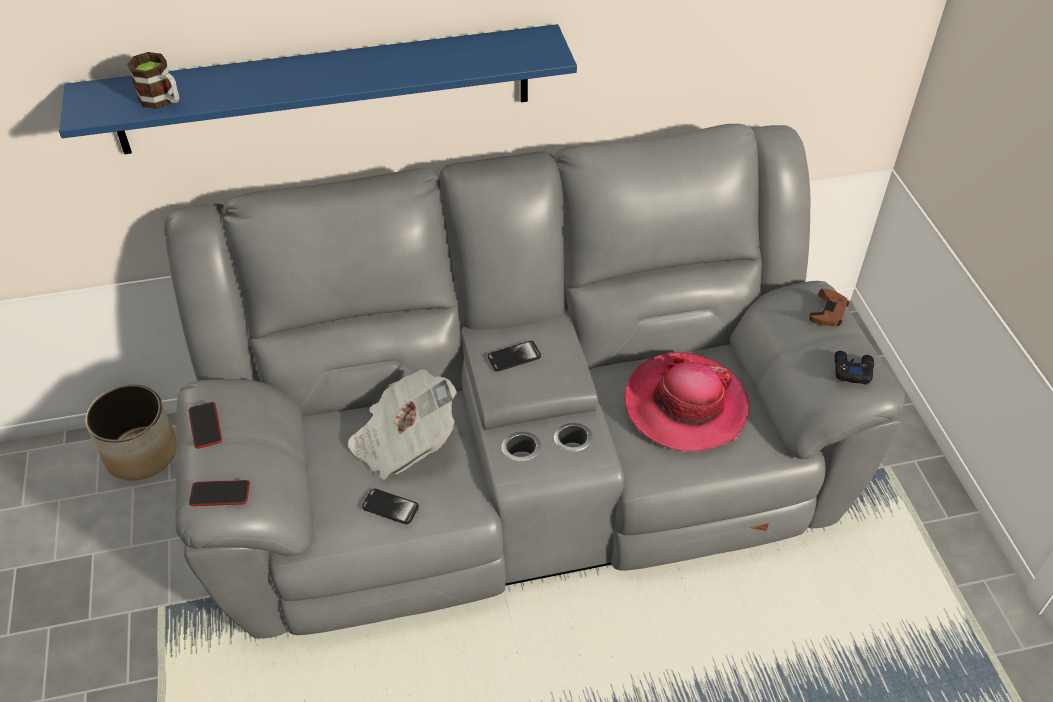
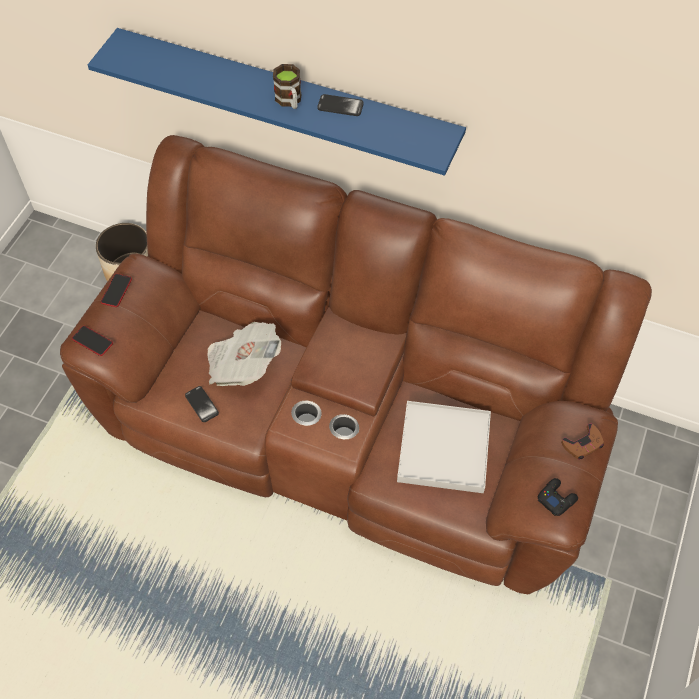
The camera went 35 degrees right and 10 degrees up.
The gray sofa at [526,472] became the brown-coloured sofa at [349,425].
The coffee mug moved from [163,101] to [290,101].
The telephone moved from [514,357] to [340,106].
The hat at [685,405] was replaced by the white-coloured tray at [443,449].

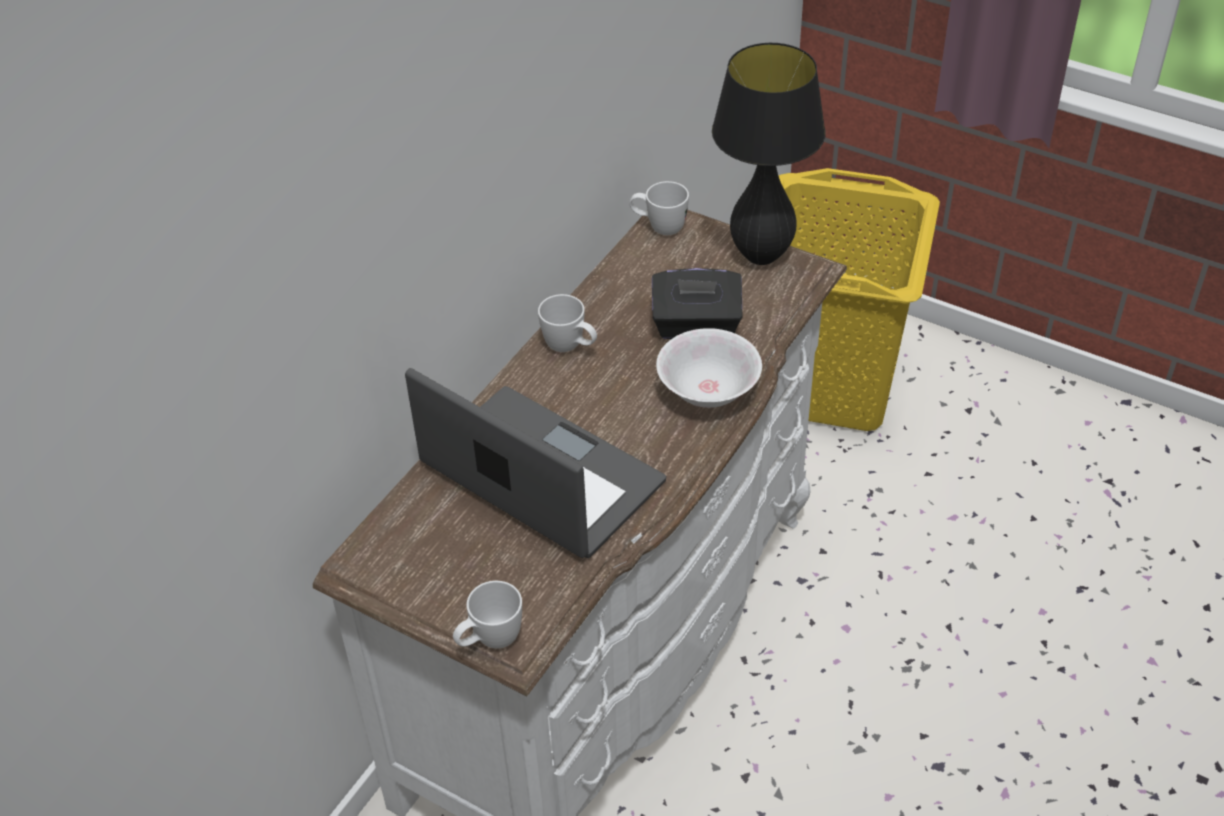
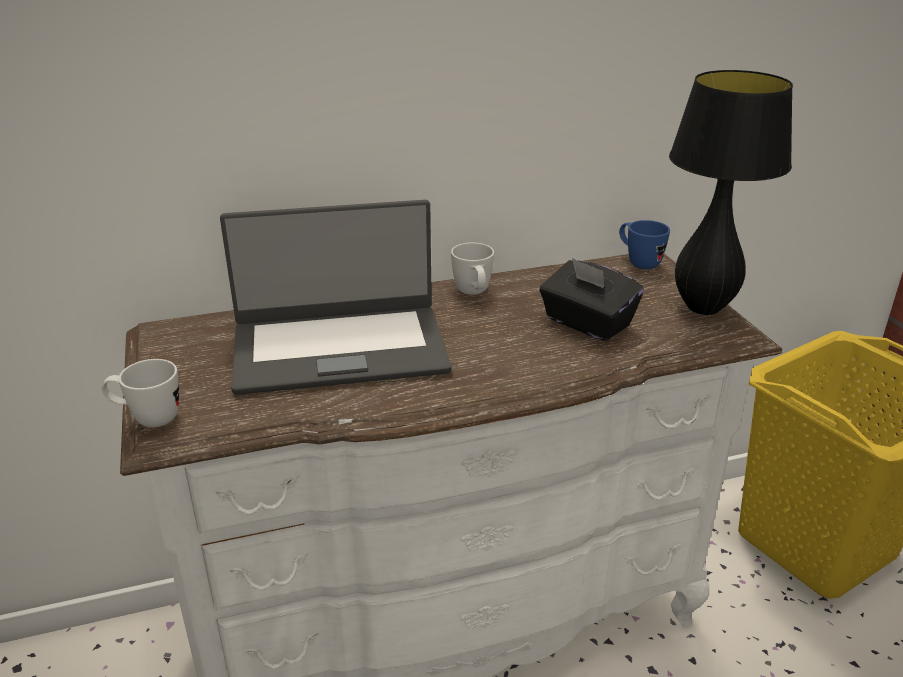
The camera went 40 degrees right and 15 degrees down.
The notebook computer at [540,476] turned 90 degrees clockwise.
The white-coloured coffee mug at [659,227] became the bluish coffee mug at [638,262].
The white-coloured serving bowl at [708,392] disappeared.

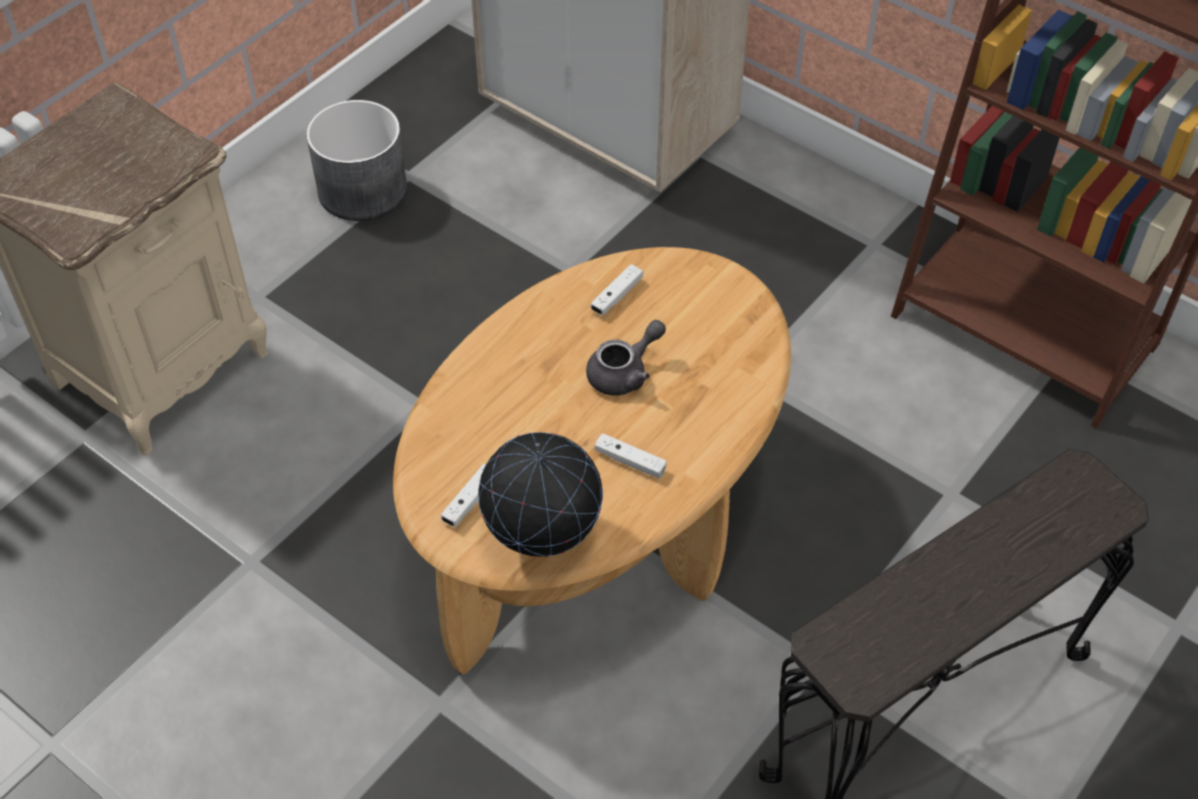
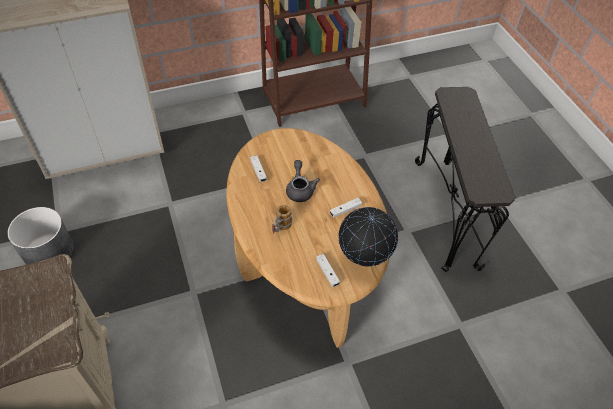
The camera went 60 degrees left and 0 degrees up.
The coffee mug at [280,229] appeared.

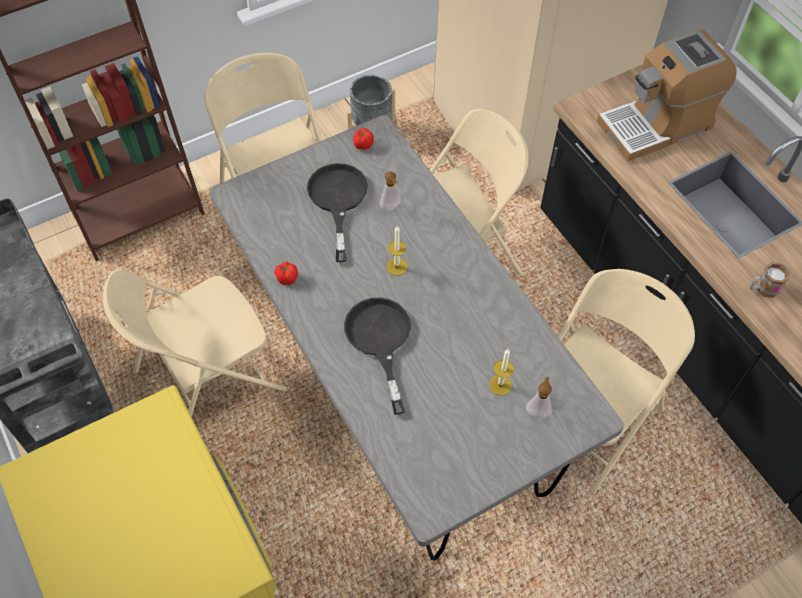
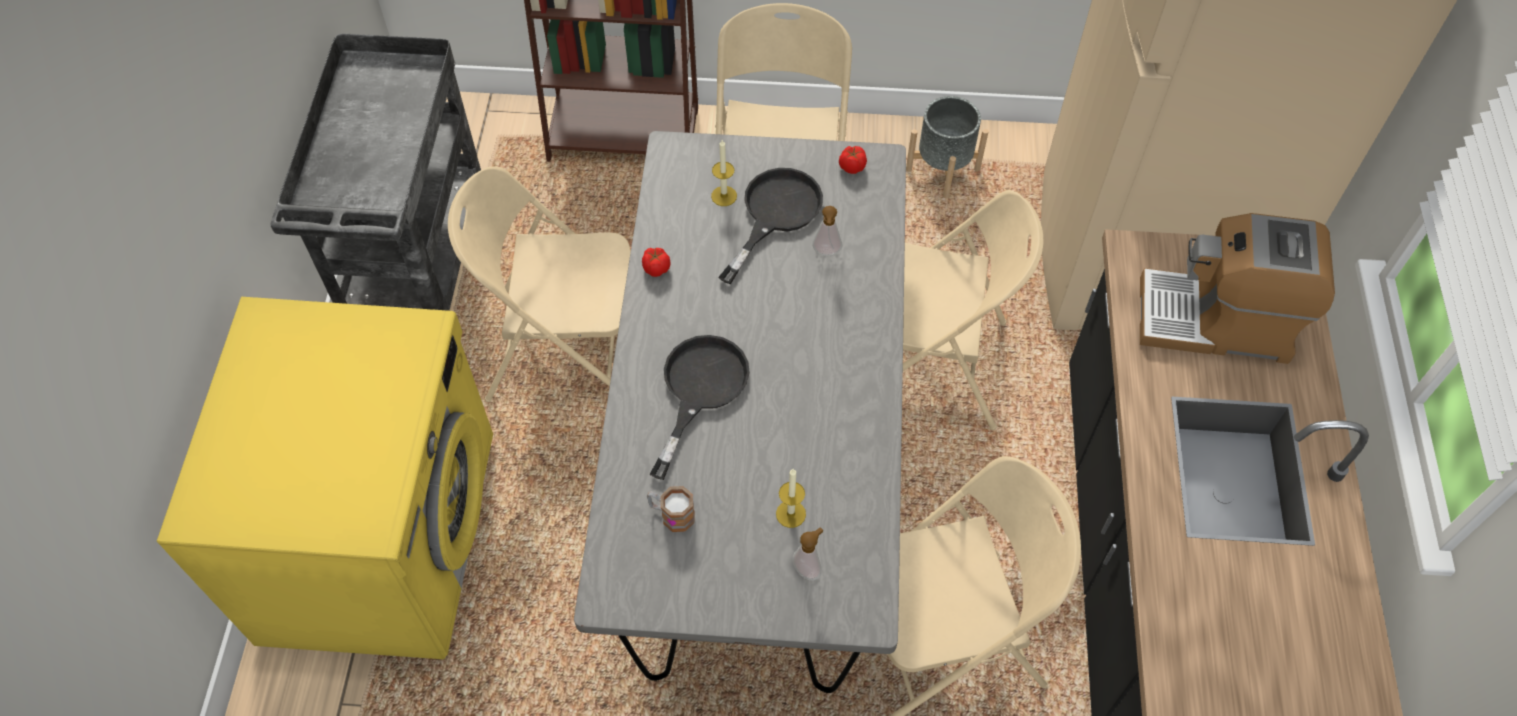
The camera went 35 degrees right and 0 degrees up.
The coffee mug moved from [762,288] to [671,515].
The wax candle moved from [396,266] to [724,196].

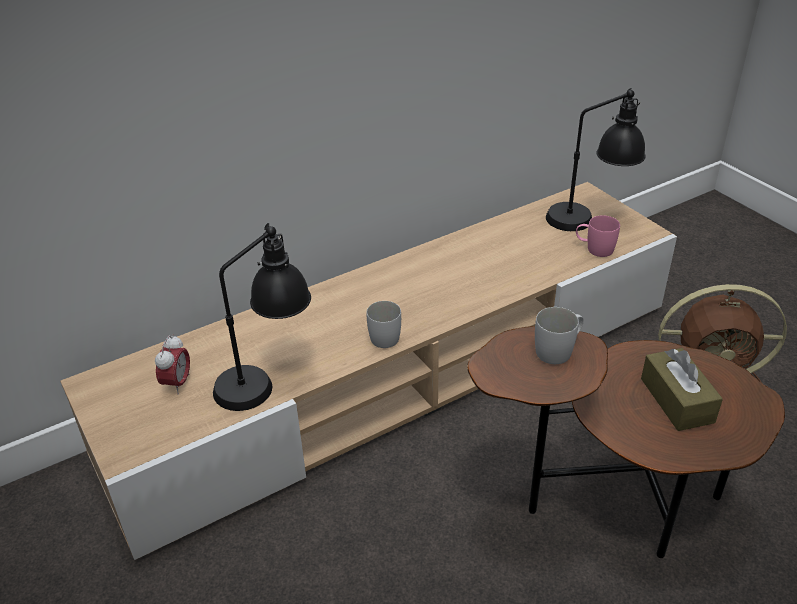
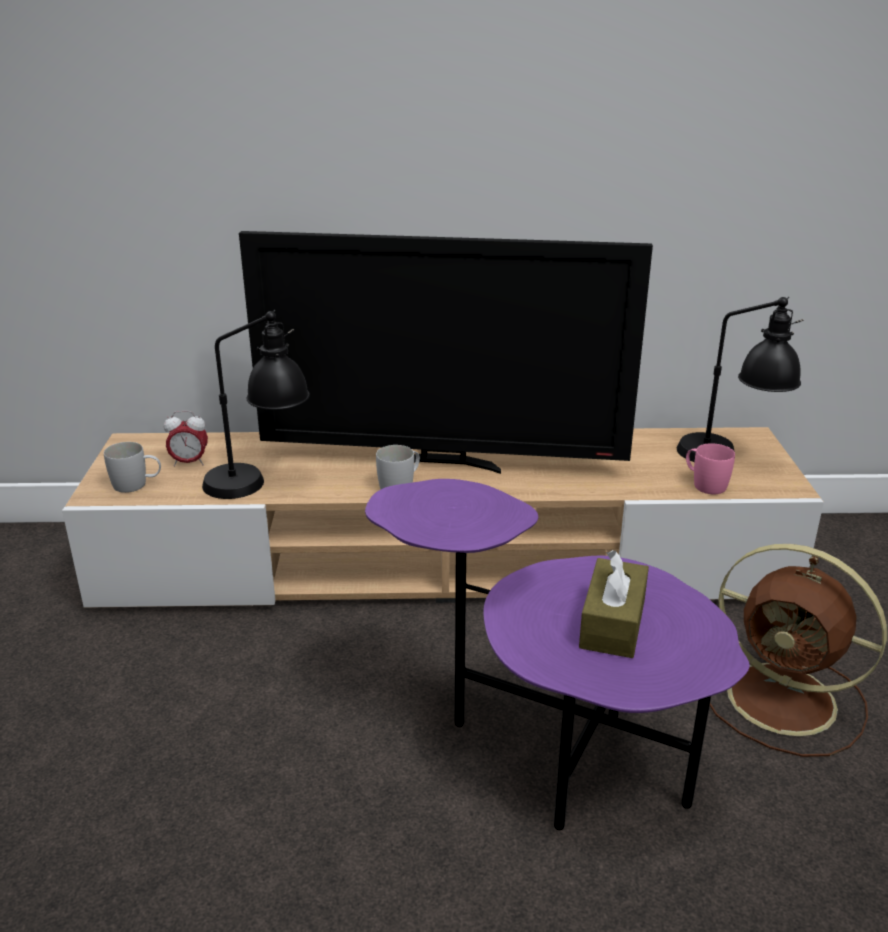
The camera went 30 degrees right and 10 degrees down.
The white-coloured coffee mug moved from [559,350] to [137,485].
The bedside clock at [177,383] turned 45 degrees clockwise.
The TV set at [442,463] appeared.
The brown-coloured side table at [614,506] became the purple-coloured side table at [552,759].

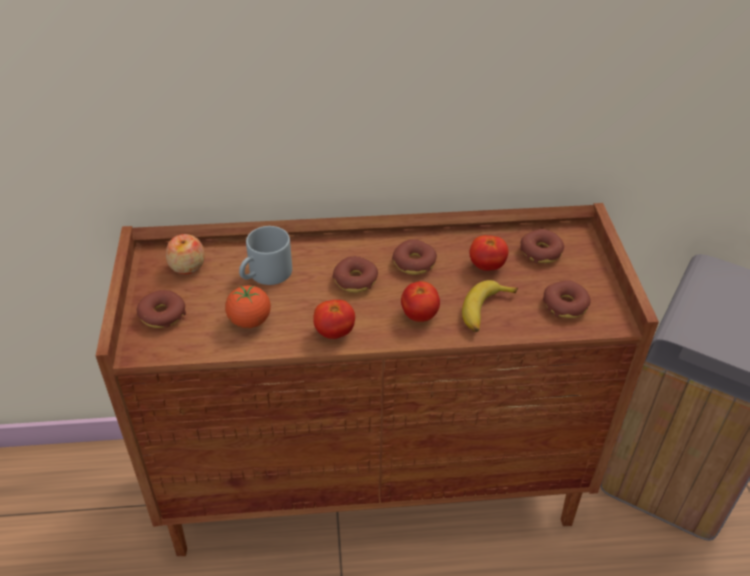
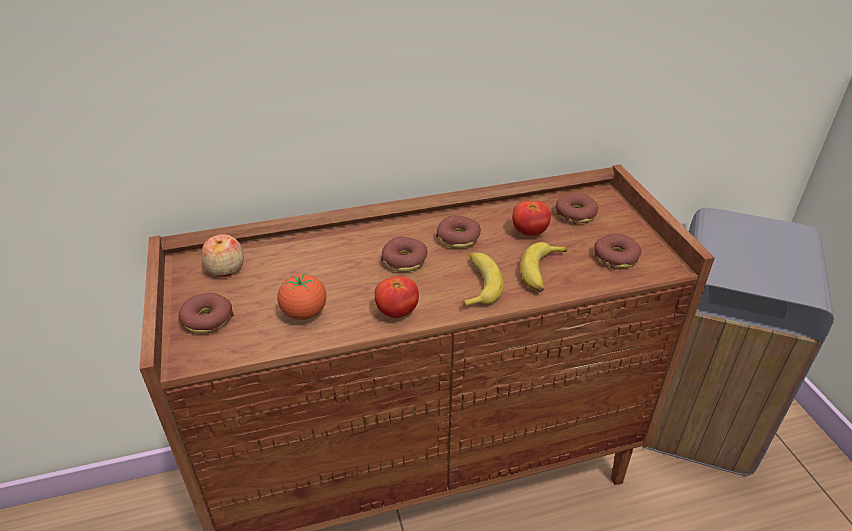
The camera went 10 degrees left and 5 degrees down.
The whole tomato at [419,315] was replaced by the banana at [478,284].
The gray coffee mug at [265,275] disappeared.

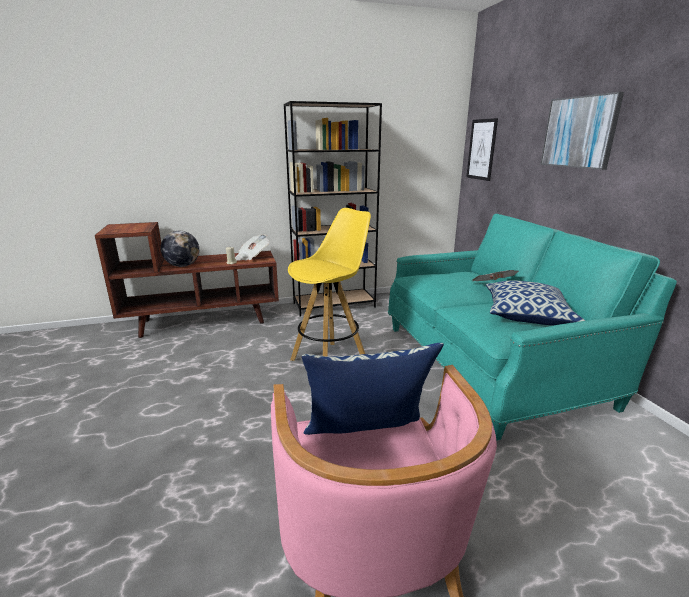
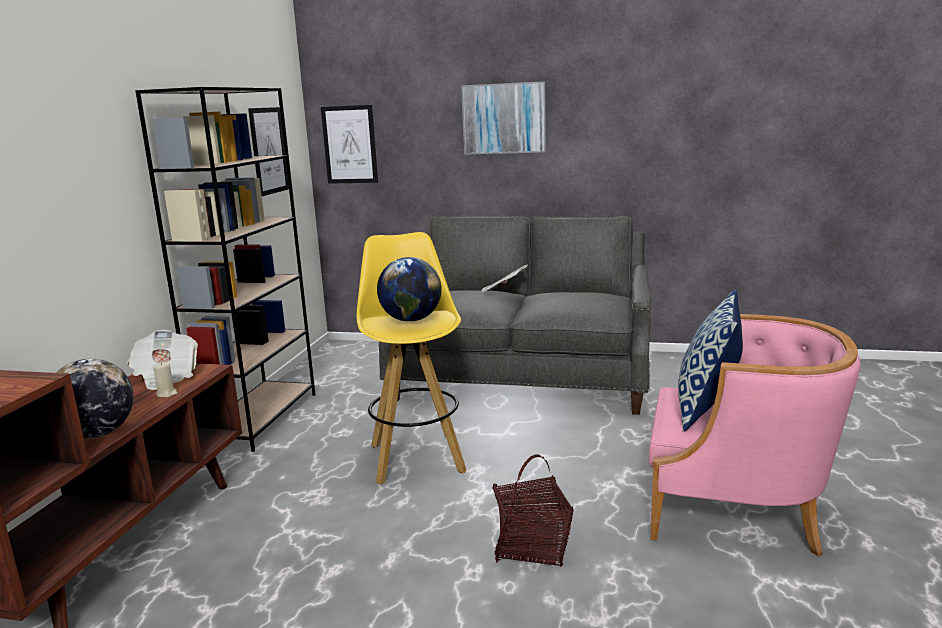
The camera went 60 degrees left and 5 degrees down.
The wall art at [268,151] appeared.
The desk globe at [411,320] appeared.
The turquoise sofa at [491,362] became the gray sofa at [523,376].
The storage basket at [532,546] appeared.
The cushion at [527,315] disappeared.

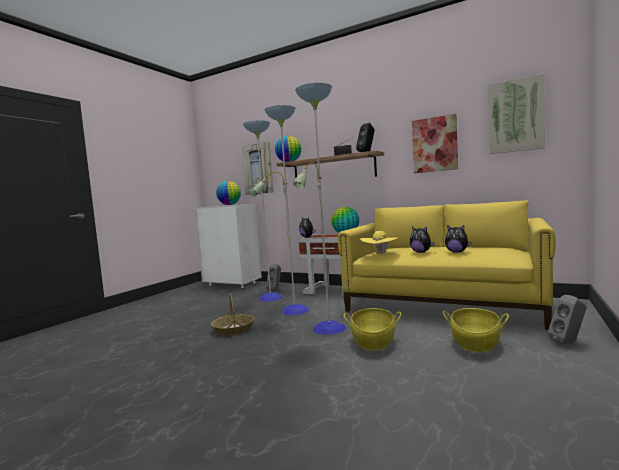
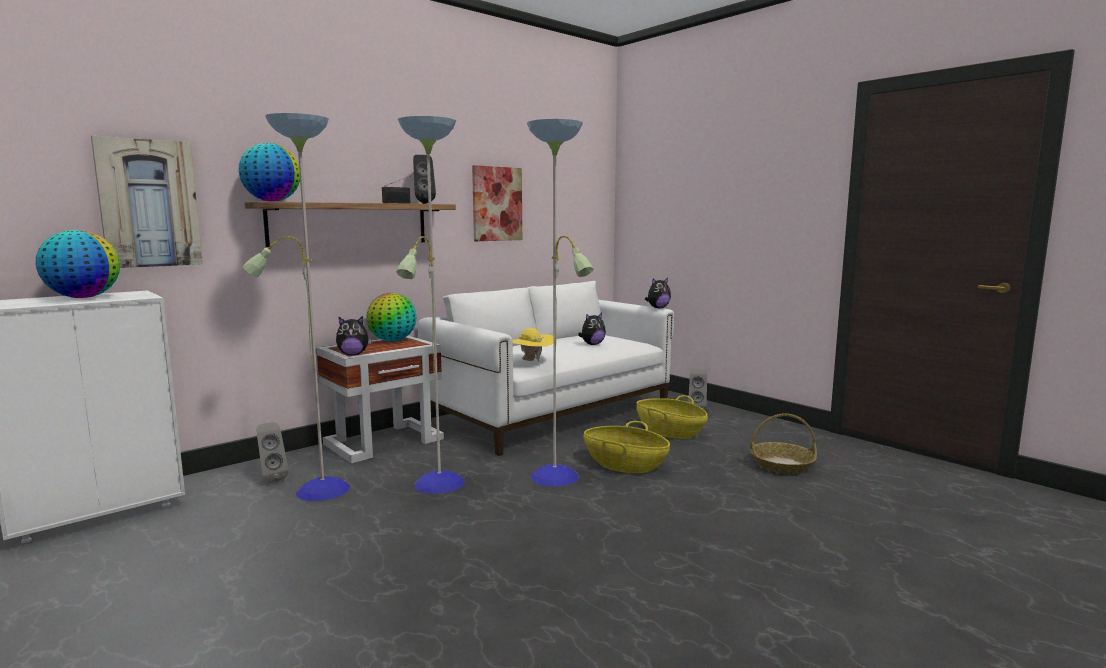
The camera went 70 degrees left and 5 degrees up.
The yellowish sofa at [443,304] became the white-coloured sofa at [551,413].
The plush toy moved from [421,252] to [658,308].
The storage basket moved from [233,329] to [782,465].
The wall art at [516,115] disappeared.

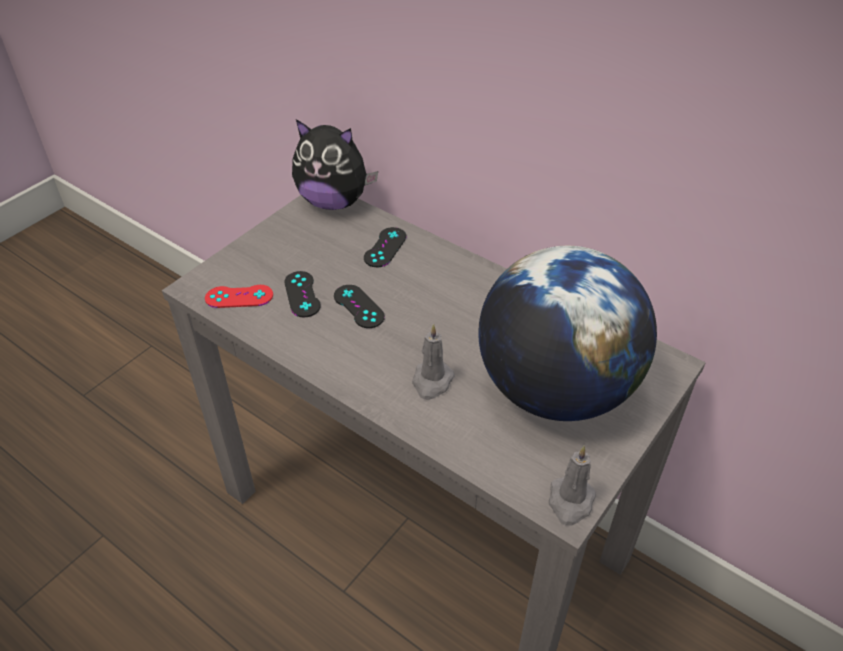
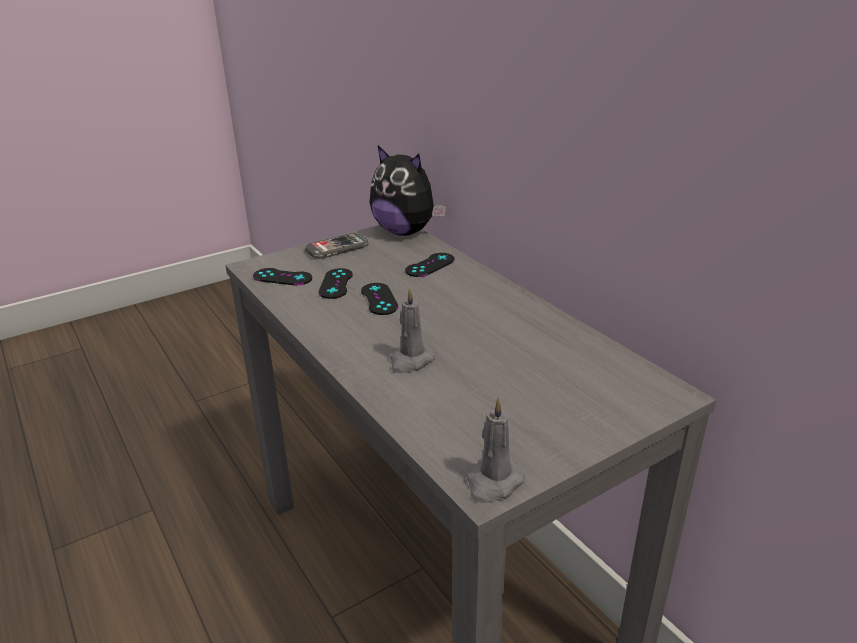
The camera went 20 degrees right and 15 degrees down.
The red game controller at [239,297] became the black-coloured game controller at [282,277].
The telephone at [337,248] appeared.
The desk globe at [555,390] disappeared.

